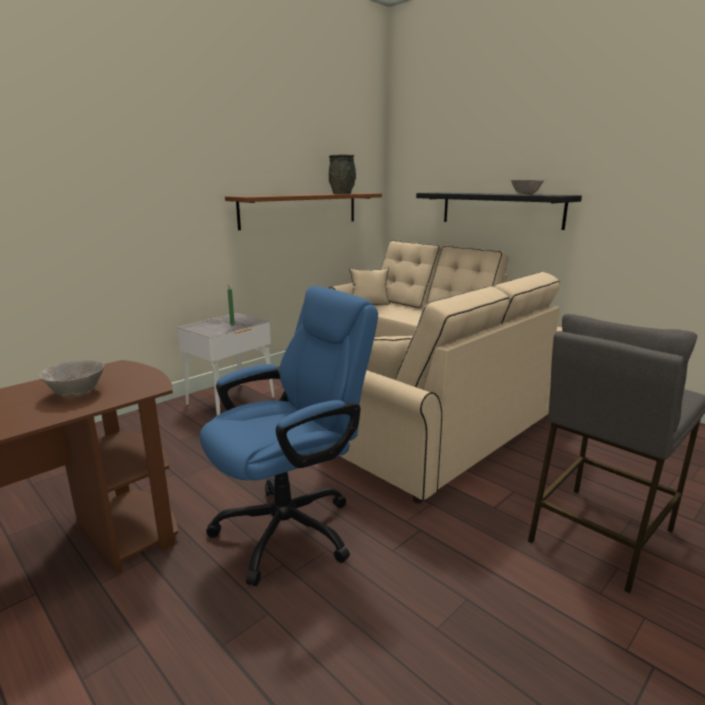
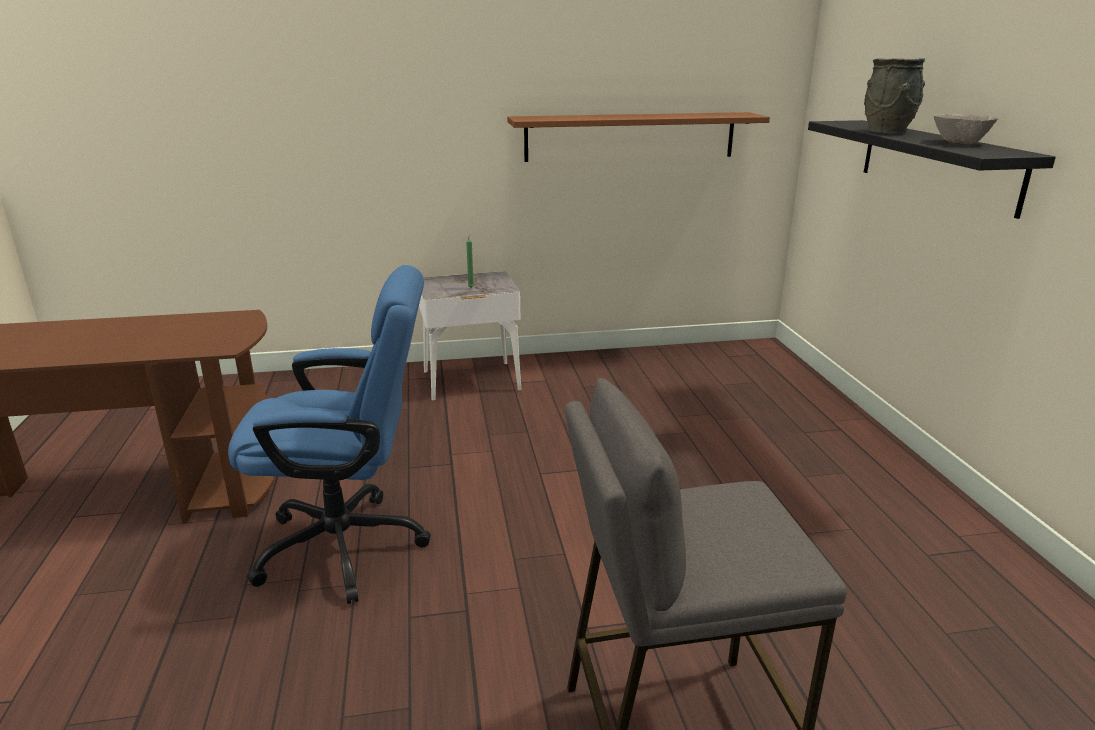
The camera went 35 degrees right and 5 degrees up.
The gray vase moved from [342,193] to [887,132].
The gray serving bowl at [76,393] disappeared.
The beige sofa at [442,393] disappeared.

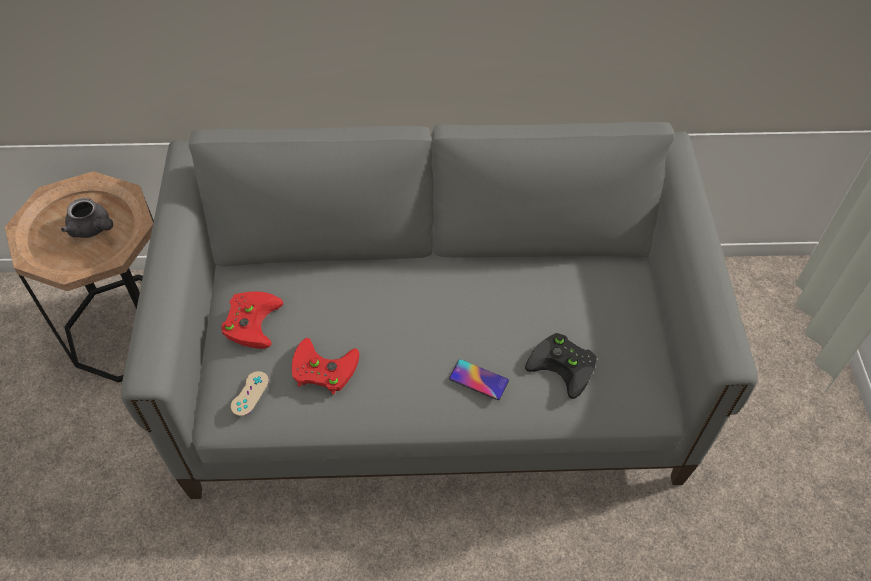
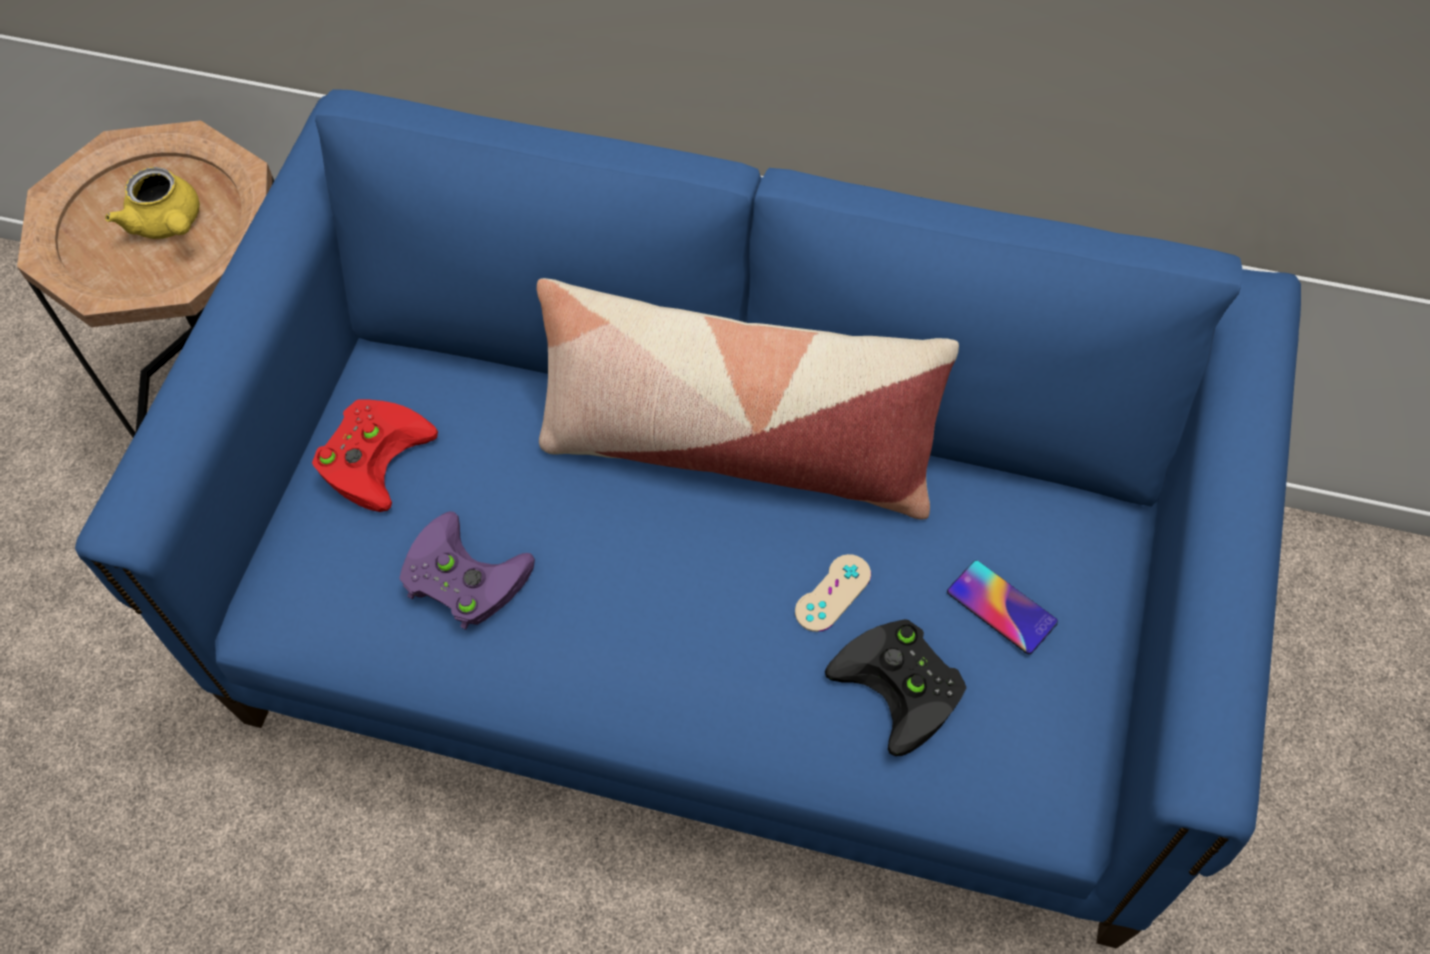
The camera went 20 degrees right and 5 degrees up.
The gray sofa at [434,376] became the bluish sofa at [723,616].
The gray tea pot at [93,229] became the yellowish tea pot at [169,224].
The red game controller at [321,369] became the purple-coloured game controller at [459,577].
The cushion at [736,446] appeared.
The beige game controller moved from [250,393] to [833,593].
The telephone moved from [479,380] to [1001,607].

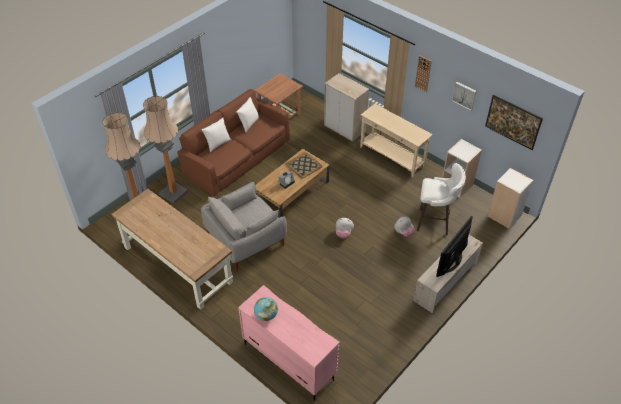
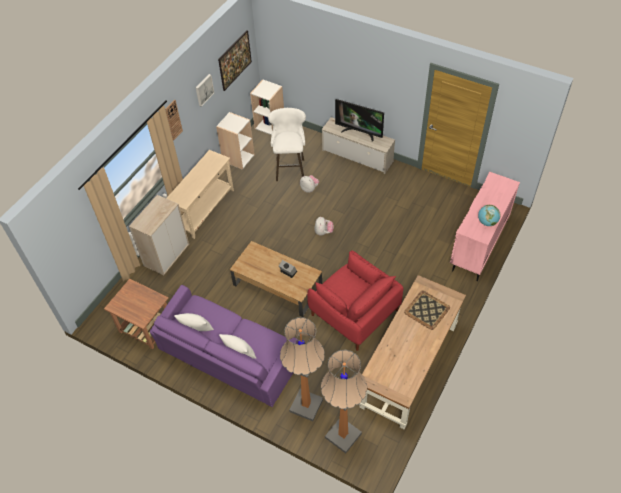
The camera went 100 degrees left and 5 degrees up.
The brown-coloured sofa at [236,156] became the purple-coloured sofa at [228,355].
The gray easy chair at [245,238] became the red easy chair at [354,312].
The tray moved from [303,165] to [427,310].

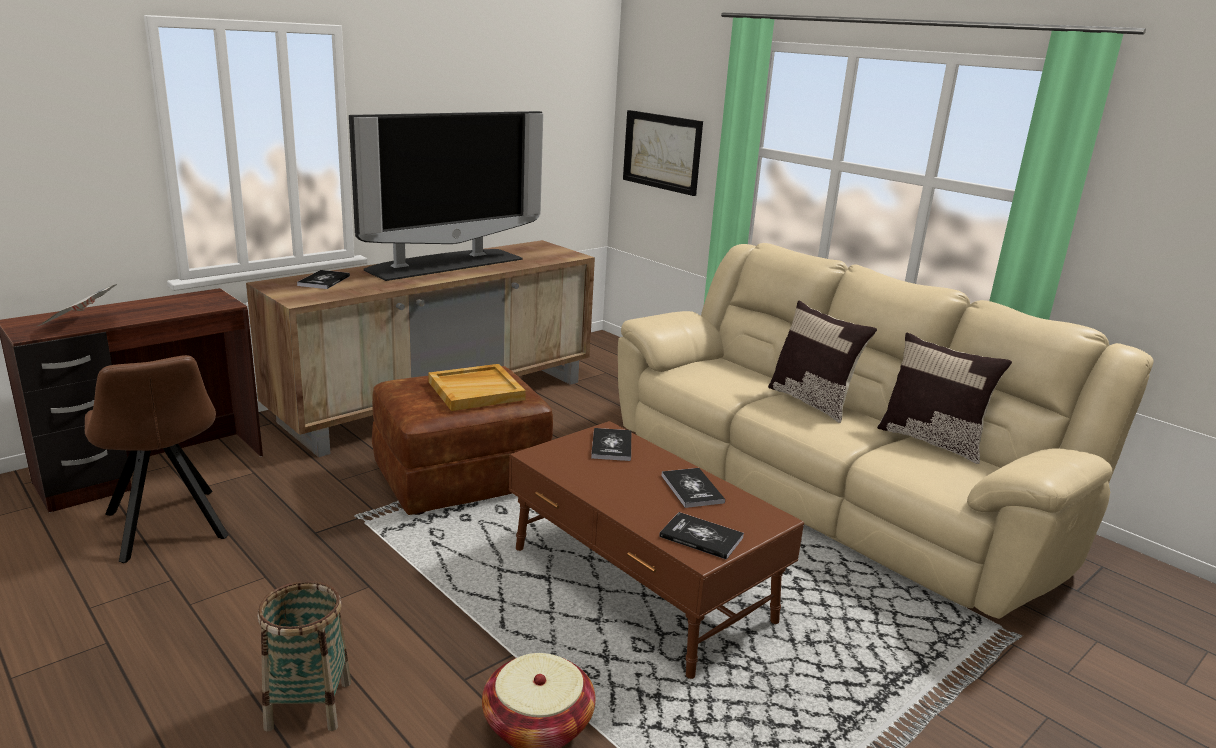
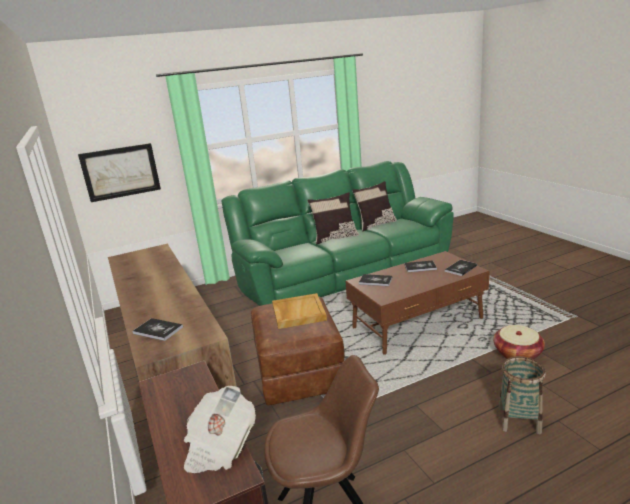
The camera went 70 degrees left and 0 degrees up.
The beige sofa at [829,486] became the green-coloured sofa at [343,271].
The TV set at [444,264] disappeared.

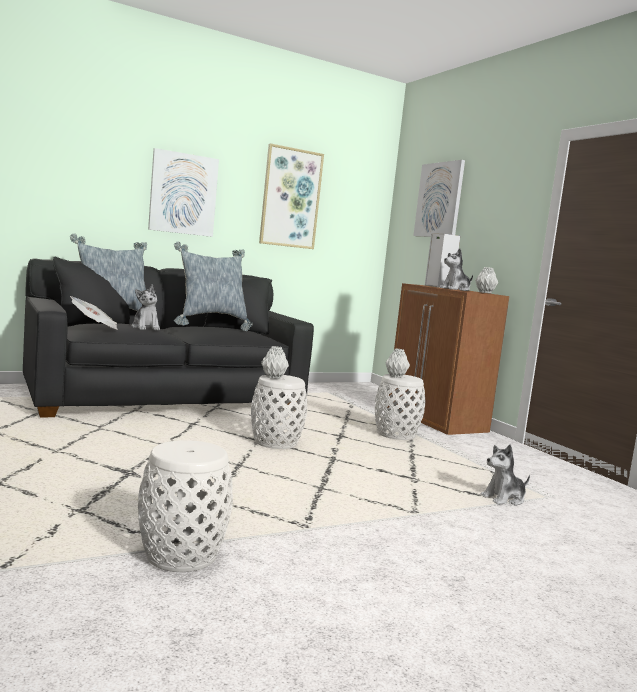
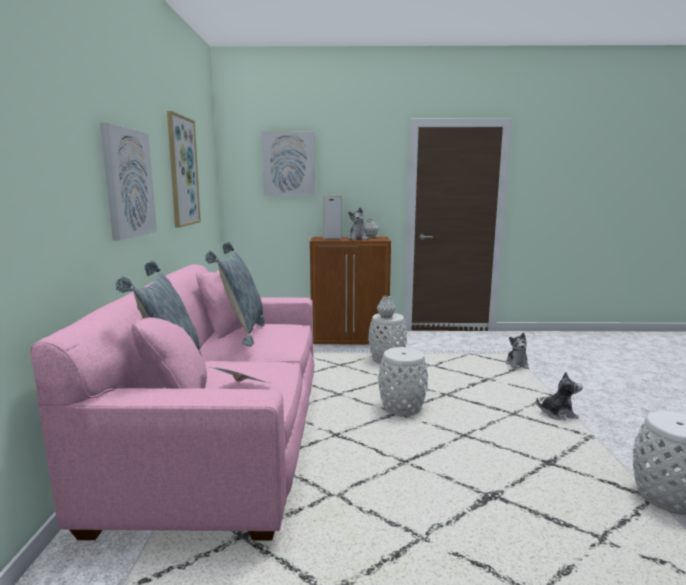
The camera went 60 degrees left and 5 degrees up.
The black-coloured sofa at [165,399] became the pink-coloured sofa at [227,435].
The plush toy moved from [146,328] to [557,414].
The gray vase at [273,377] disappeared.

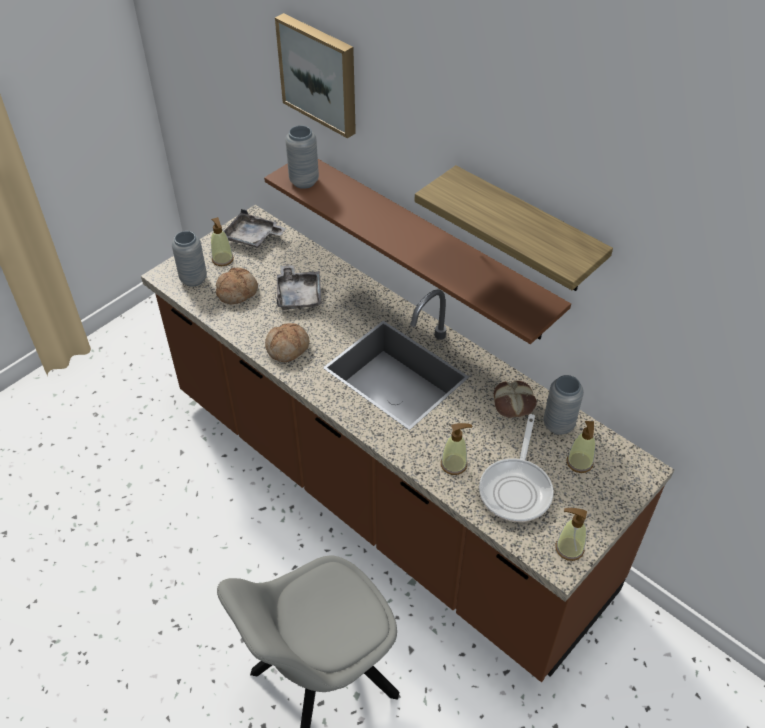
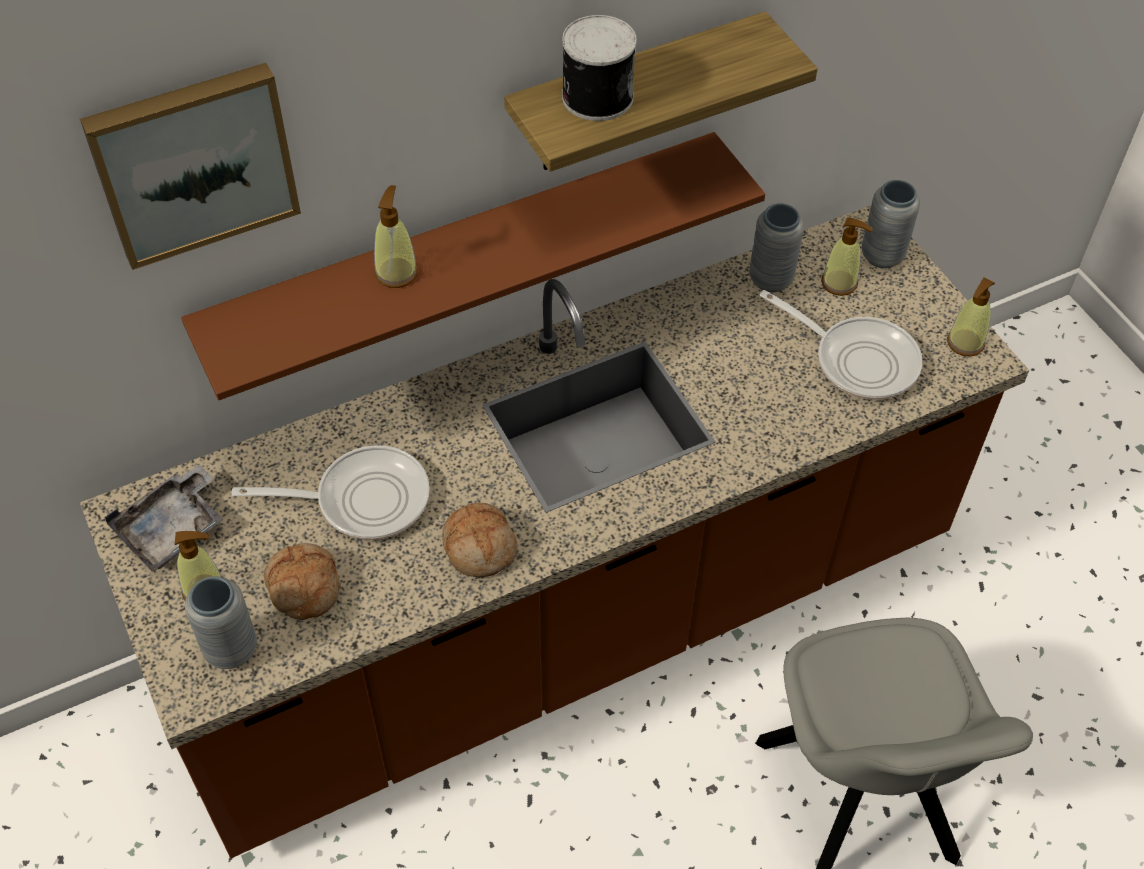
The camera went 70 degrees left and 5 degrees up.
The gray tray at [298,295] was replaced by the skillet at [363,499].
The soap dispenser moved from [454,464] to [396,272].
The can at [595,96] appeared.
The gray vase moved from [304,181] to [882,256].
The bread at [514,402] disappeared.

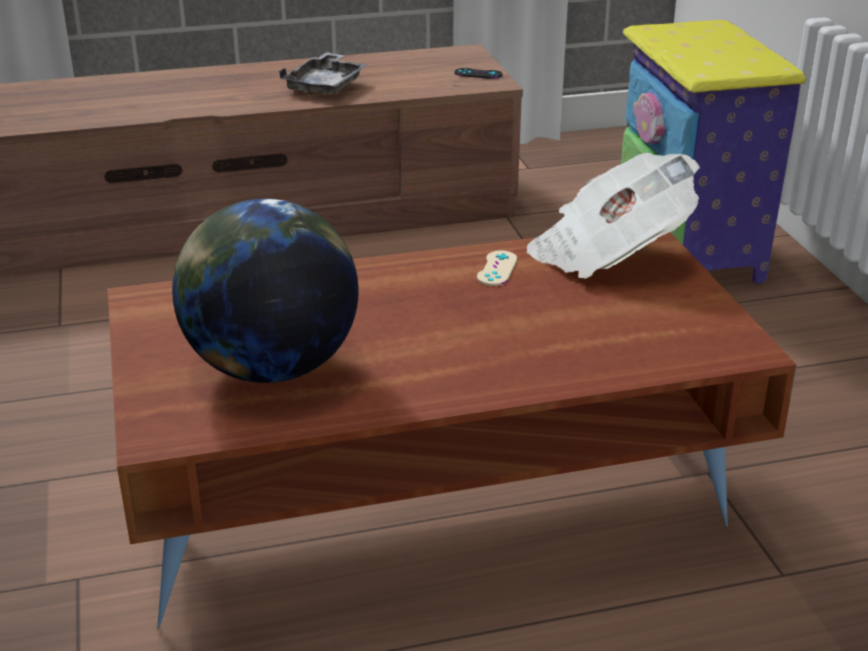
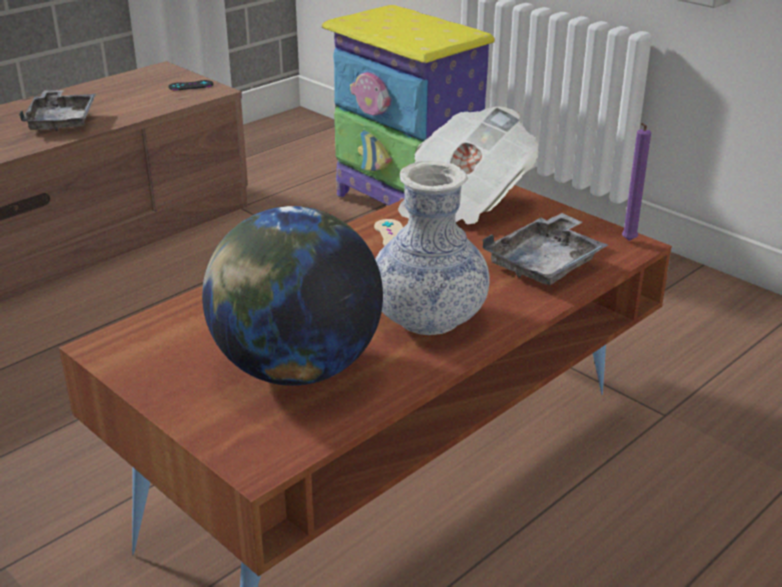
The camera went 30 degrees left and 0 degrees up.
The vase at [429,318] appeared.
The gray tray at [546,264] appeared.
The purple-coloured wax candle at [627,241] appeared.

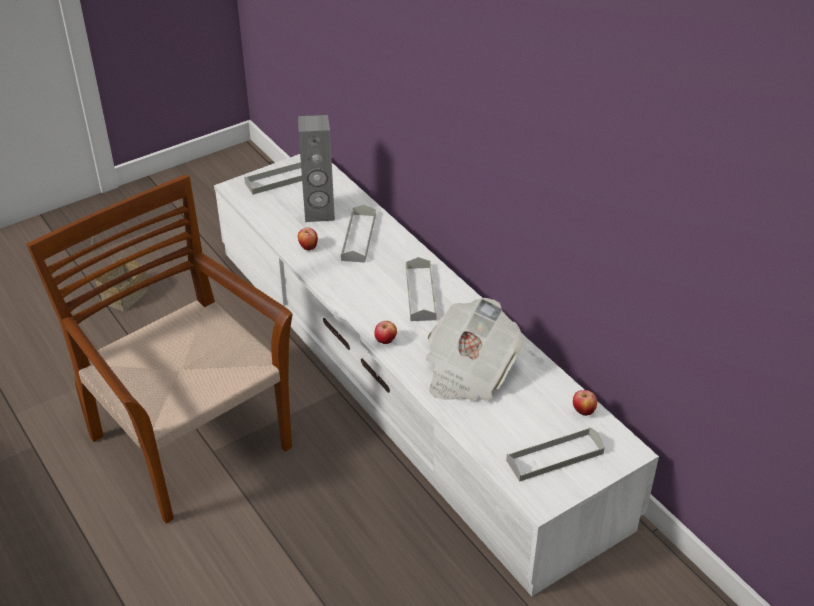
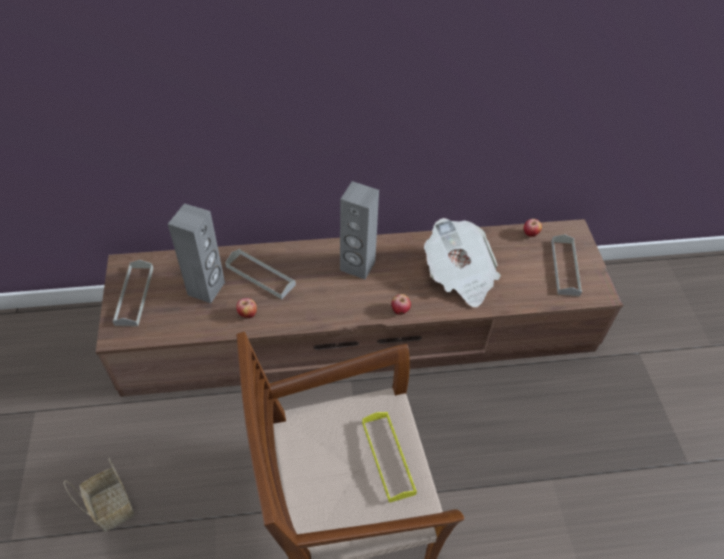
The camera went 65 degrees left and 10 degrees up.
The white-coloured tv unit at [408,373] became the brown-coloured tv unit at [359,327].
The gray tray at [420,293] was replaced by the gray loudspeaker at [357,266].
The yellowish tray at [388,457] appeared.

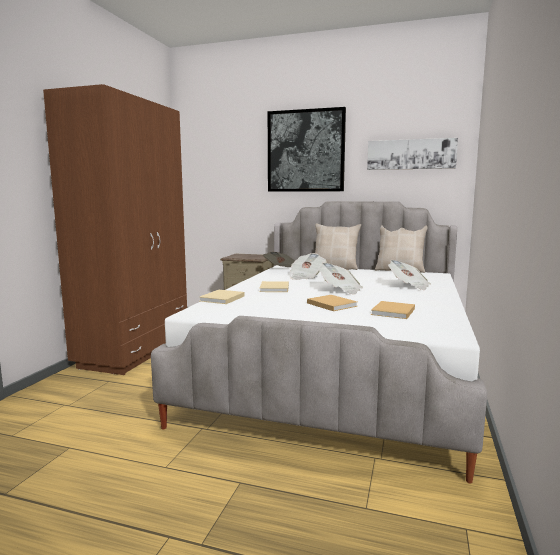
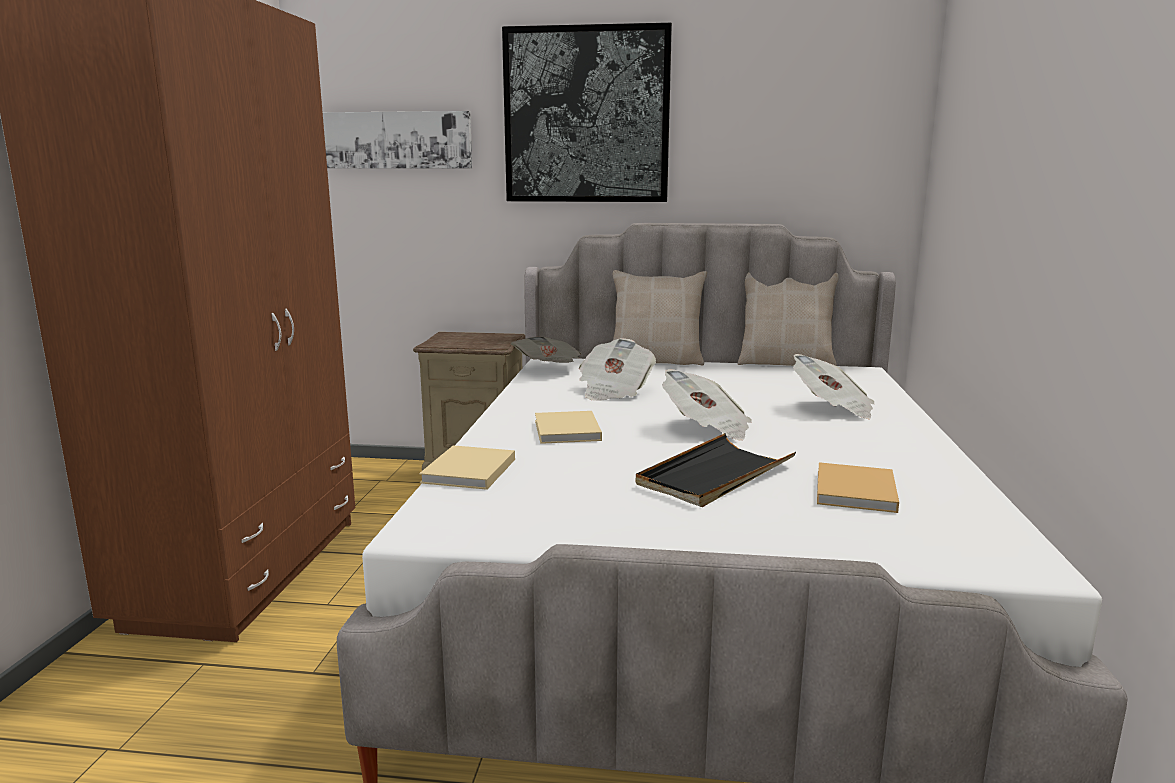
The camera went 10 degrees left and 5 degrees up.
The wall art moved from [411,154] to [393,140].
The beige volume at [331,304] was replaced by the black-coloured tray at [714,475].

